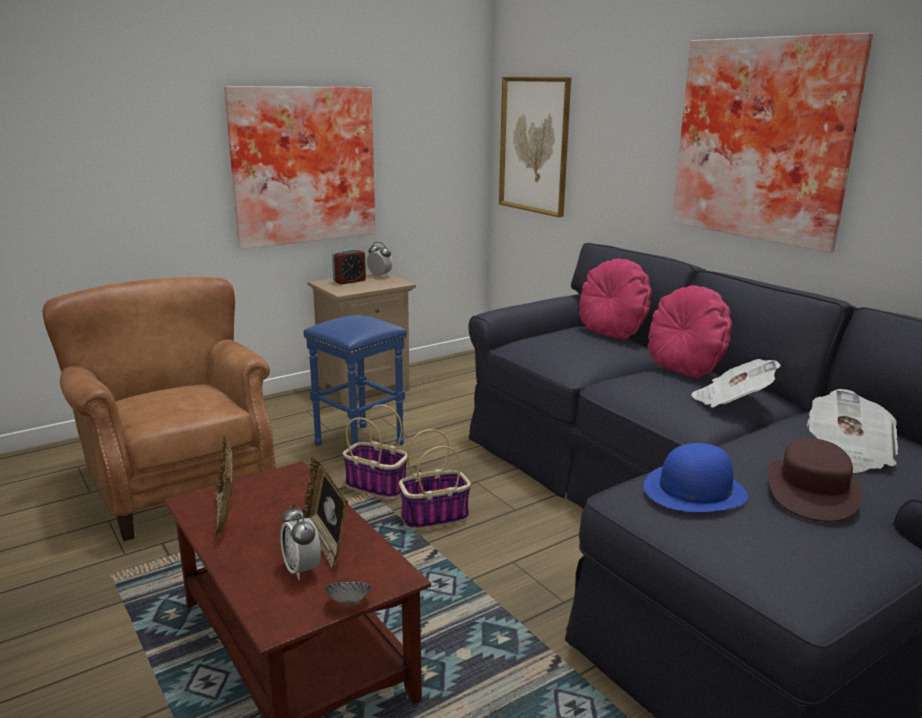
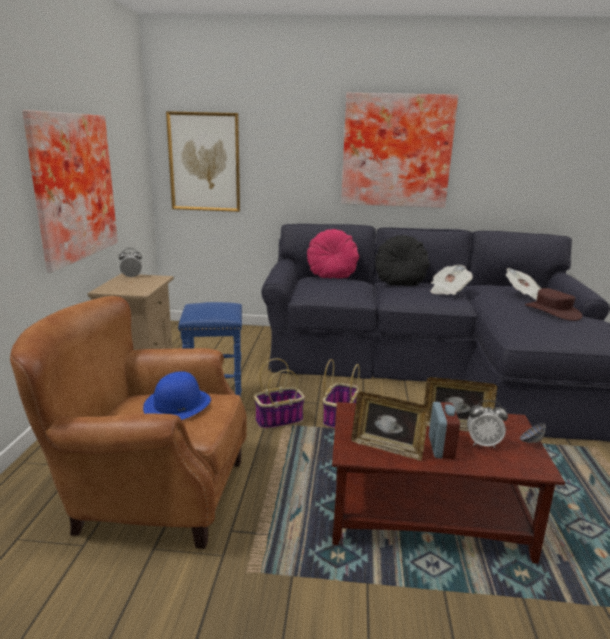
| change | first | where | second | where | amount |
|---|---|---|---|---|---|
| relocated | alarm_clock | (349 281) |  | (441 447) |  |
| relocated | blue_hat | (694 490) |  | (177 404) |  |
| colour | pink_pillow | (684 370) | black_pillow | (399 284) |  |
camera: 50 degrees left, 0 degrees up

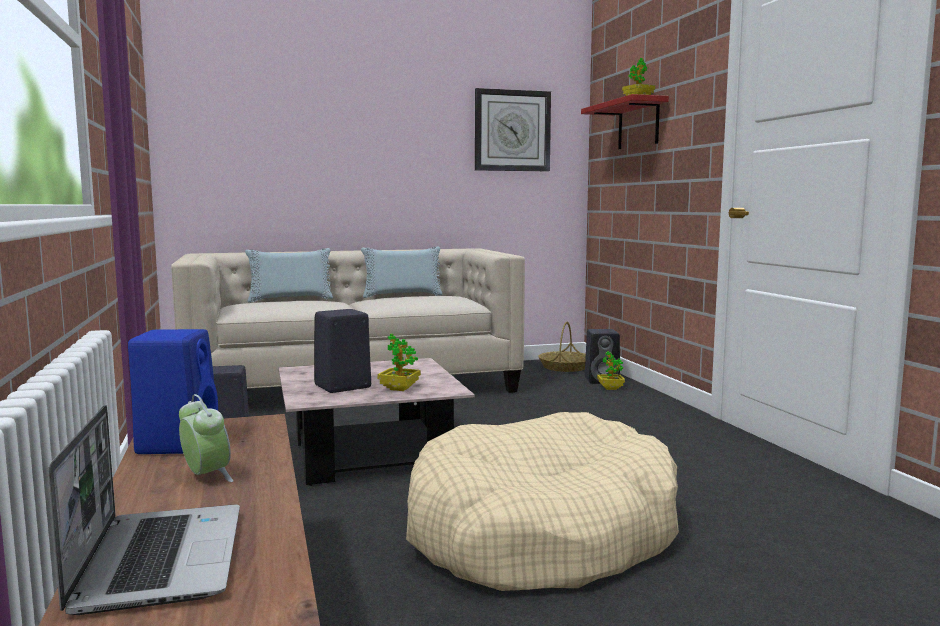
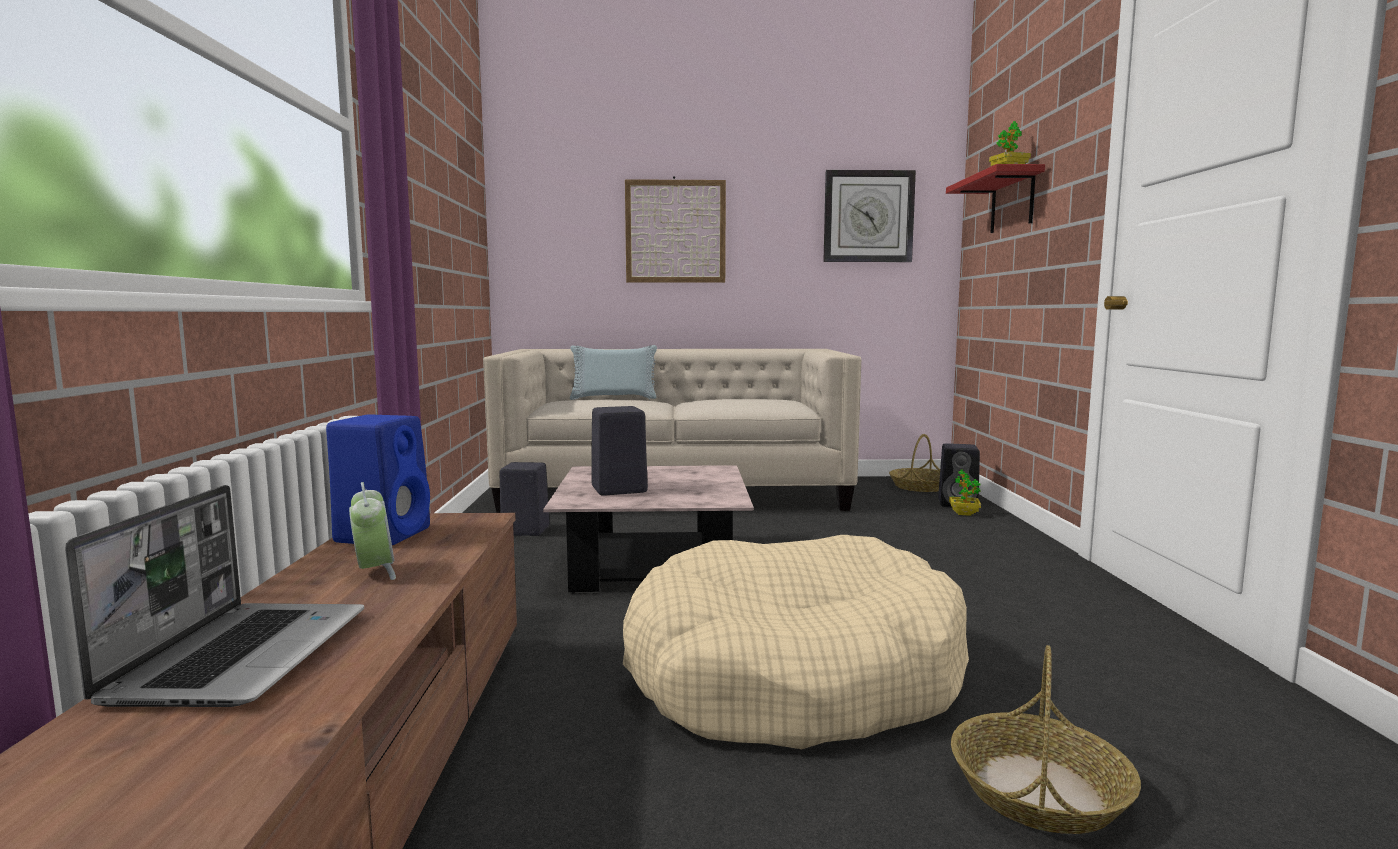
| change | first | where | second | where | amount |
|---|---|---|---|---|---|
| missing | blue_pillow | (402 296) |  |  |  |
| missing | potted_plant | (399 388) |  |  |  |
| appeared |  |  | picture | (675 230) |  |
| appeared |  |  | basket | (1039 791) |  |
camera: 15 degrees right, 0 degrees up

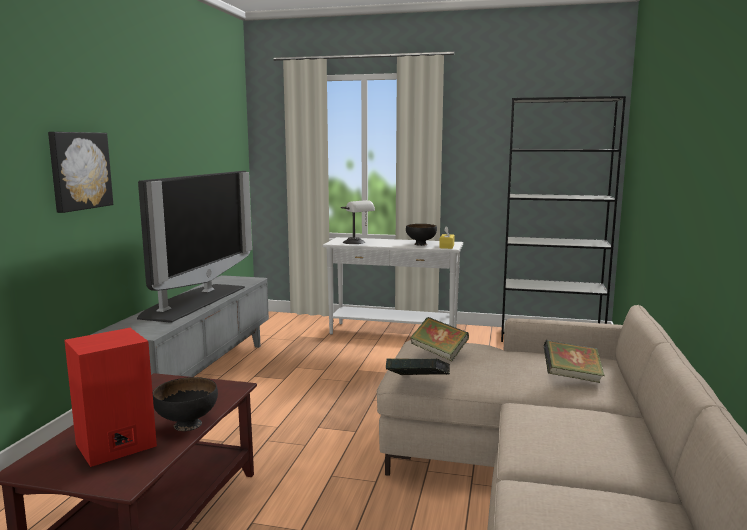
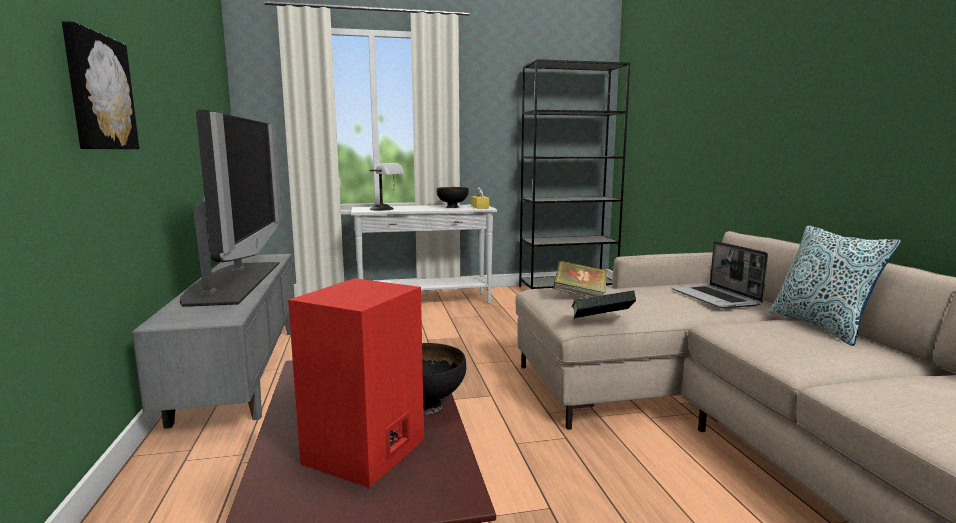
| change | first | where | second | where | amount |
|---|---|---|---|---|---|
| appeared |  |  | pillow | (820 326) |  |
| exchanged | book | (572 377) | laptop | (716 298) |  |
camera: 25 degrees left, 0 degrees up

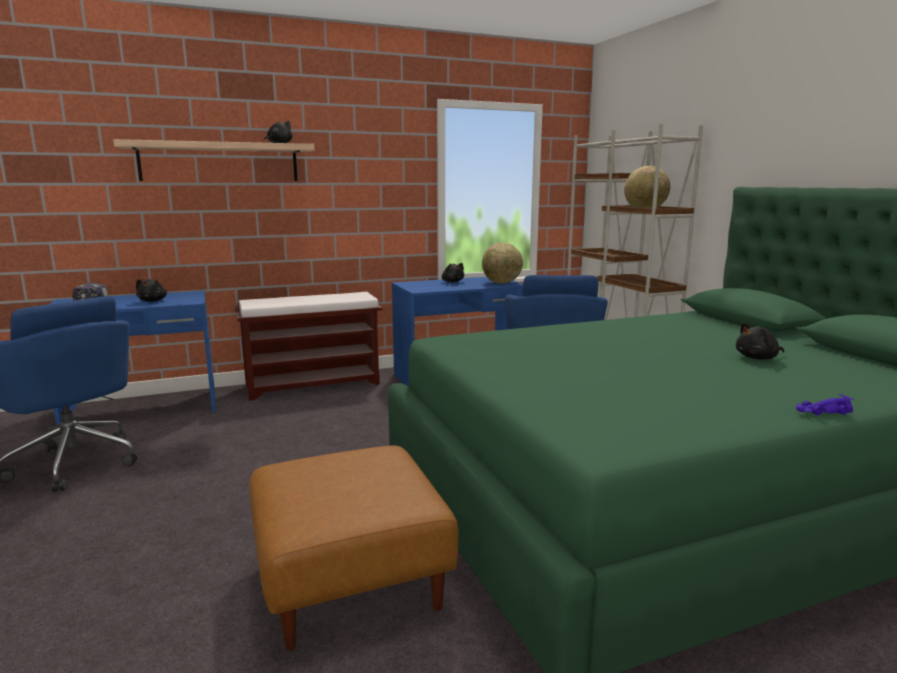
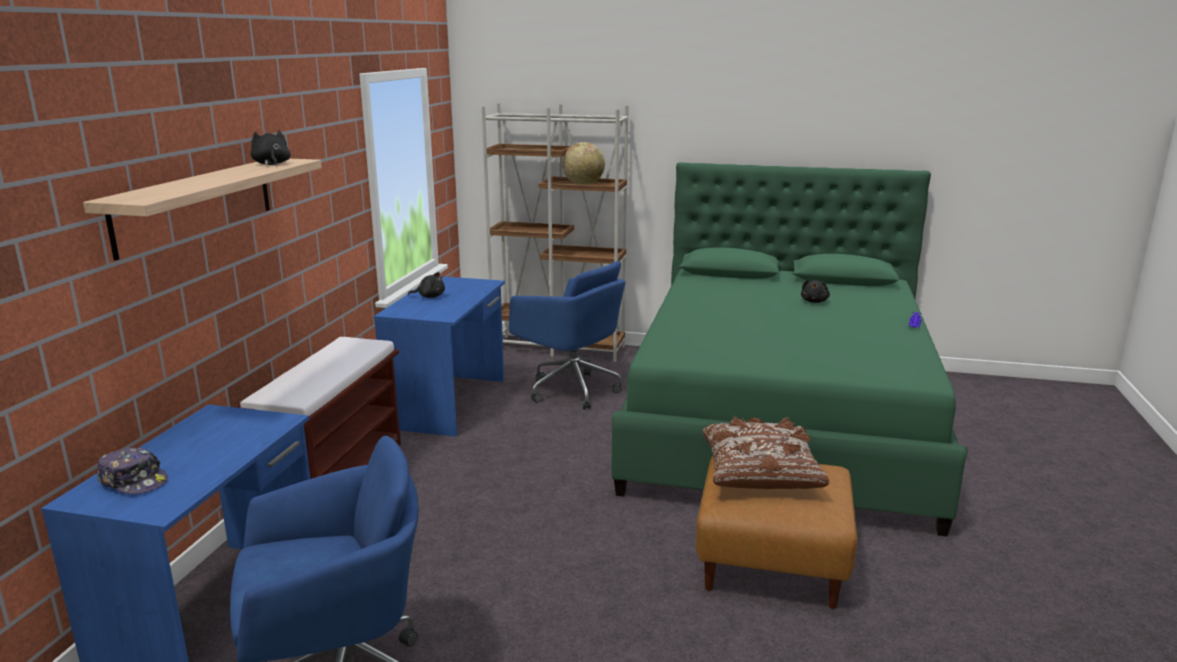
| change | first | where | second | where | amount |
|---|---|---|---|---|---|
| missing | black_plush_toy | (153 301) |  |  |  |
| missing | globe | (502 283) |  |  |  |
| appeared |  |  | brown_pillow | (760 476) |  |
camera: 55 degrees left, 5 degrees up

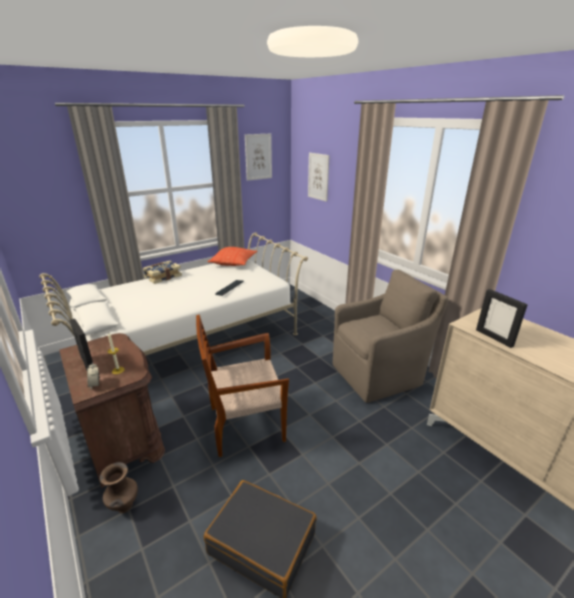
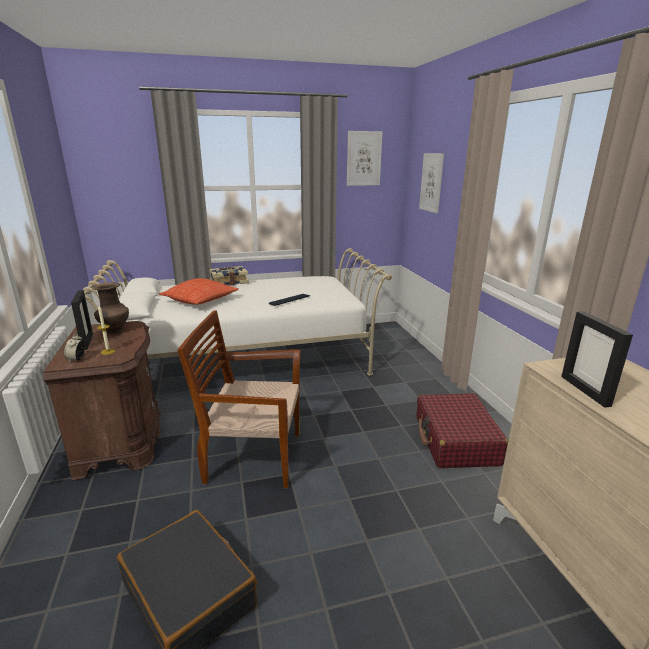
| change | first | where | second | where | amount |
|---|---|---|---|---|---|
| relocated | brown_vase | (124 506) |  | (115 331) |  |
| relocated | orange_pillow | (233 263) |  | (200 301) |  |
| exchanged | brown_armchair | (379 374) | red_suitcase | (455 441) |  |
camera: 20 degrees right, 5 degrees down

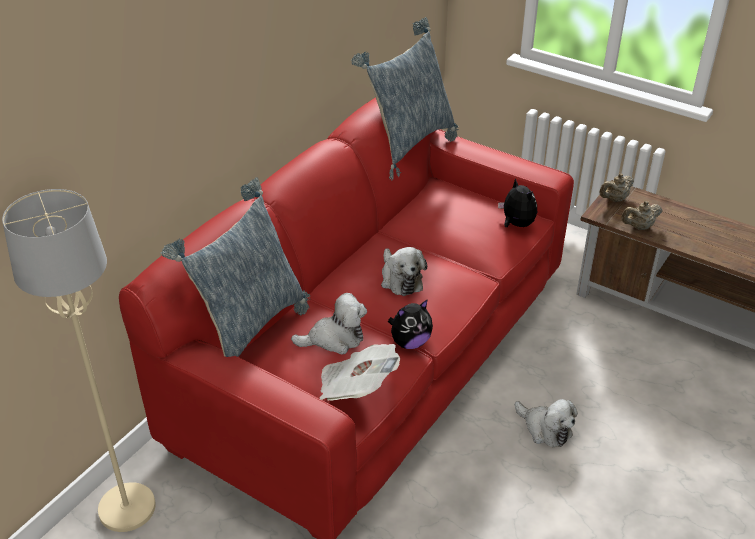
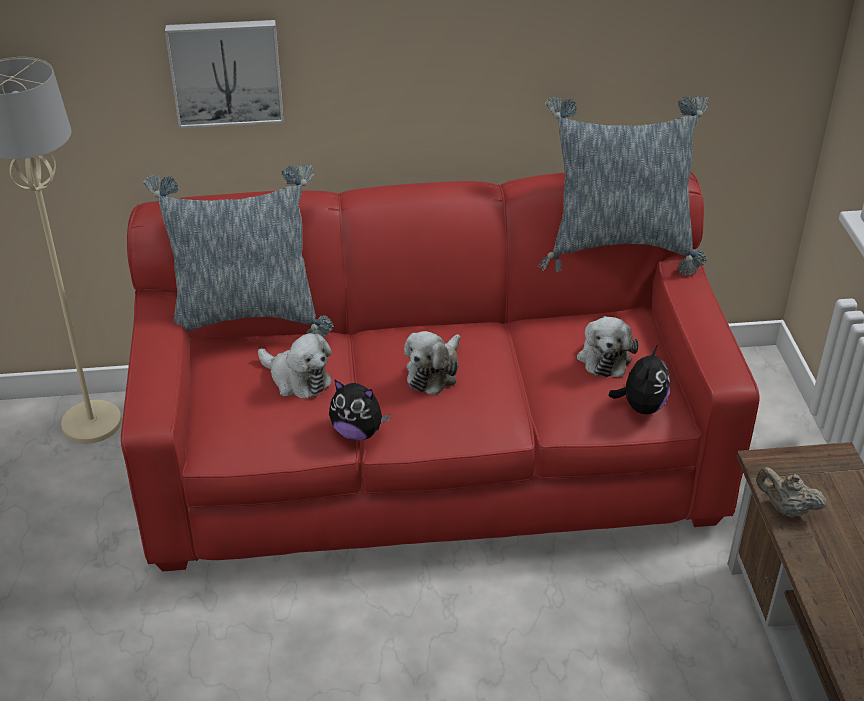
| change | first | where | second | where | amount |
|---|---|---|---|---|---|
| missing | newspaper | (356 387) |  |  |  |
| missing | beige_teapot | (614 199) |  |  |  |
| appeared |  |  | picture | (226 72) |  |
| relocated | plush_toy | (545 429) |  | (604 356) |  |
camera: 50 degrees right, 0 degrees up

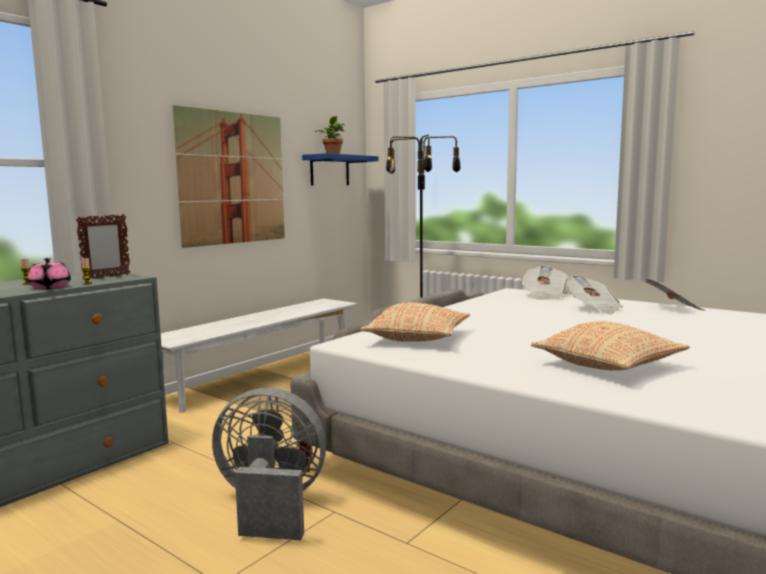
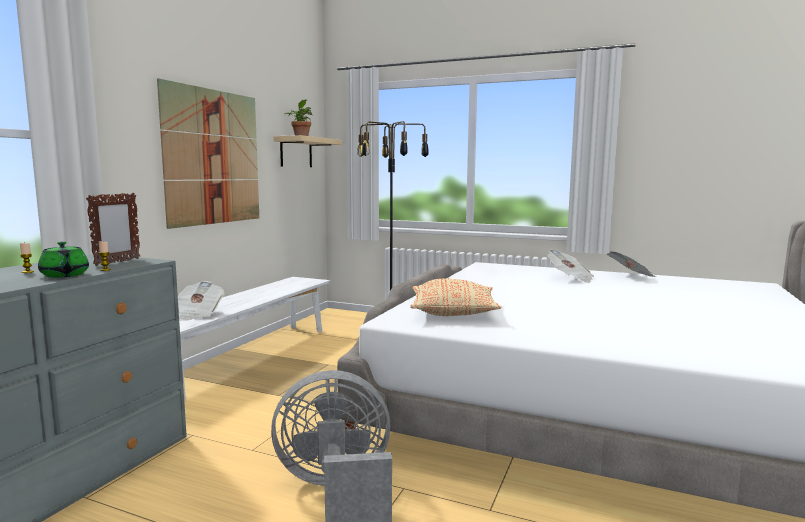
| change | first | where | second | where | amount |
|---|---|---|---|---|---|
| missing | beige_pillow | (607 365) |  |  |  |
| relocated | newspaper | (544 296) |  | (198 314) |  |
| colour | pink_teapot | (49 287) | green_teapot | (64 275) |  |
| colour | blue_shelf | (329 170) | beige_shelf | (296 152) |  |
camera: 15 degrees left, 0 degrees up

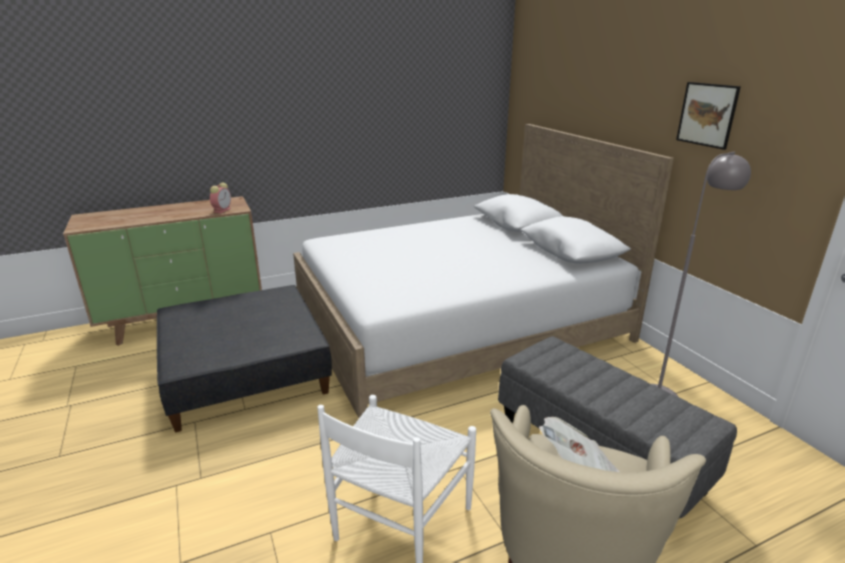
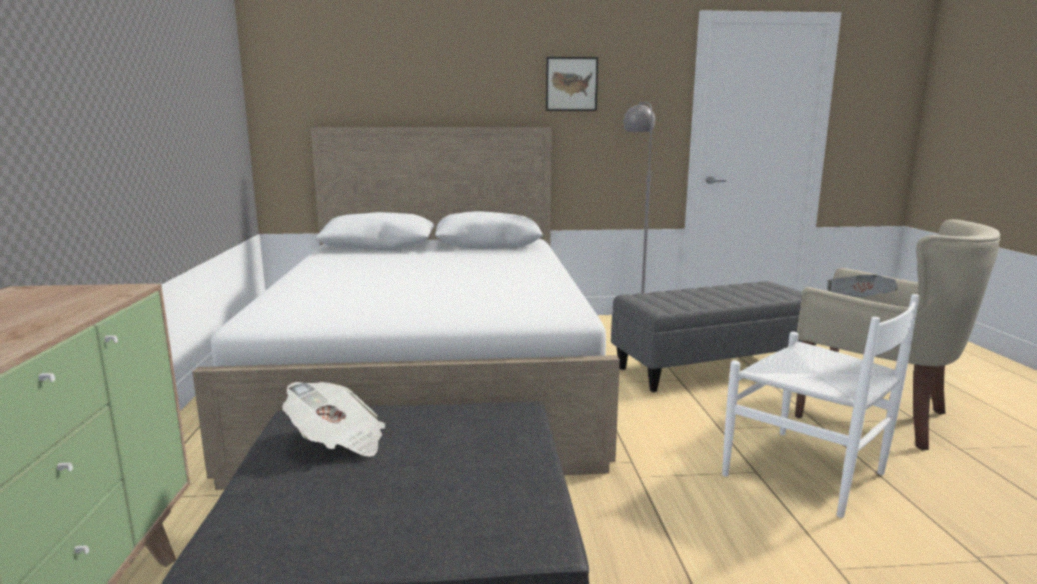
| change | first | where | second | where | amount |
|---|---|---|---|---|---|
| missing | alarm_clock | (222 210) |  |  |  |
| appeared |  |  | newspaper | (338 442) |  |
camera: 70 degrees left, 10 degrees down

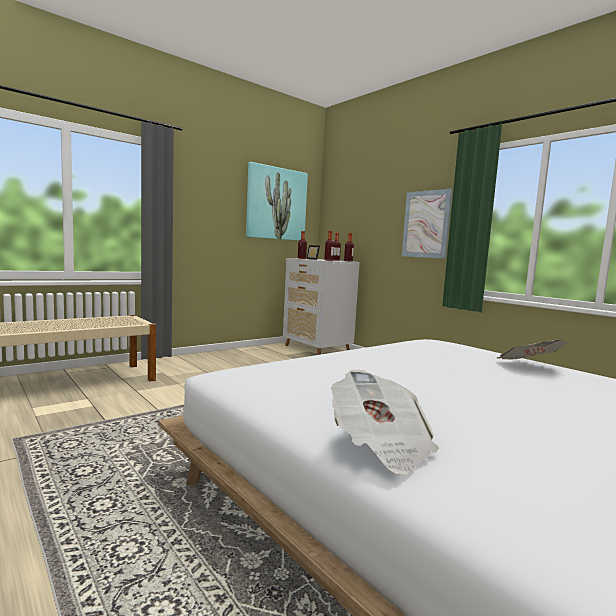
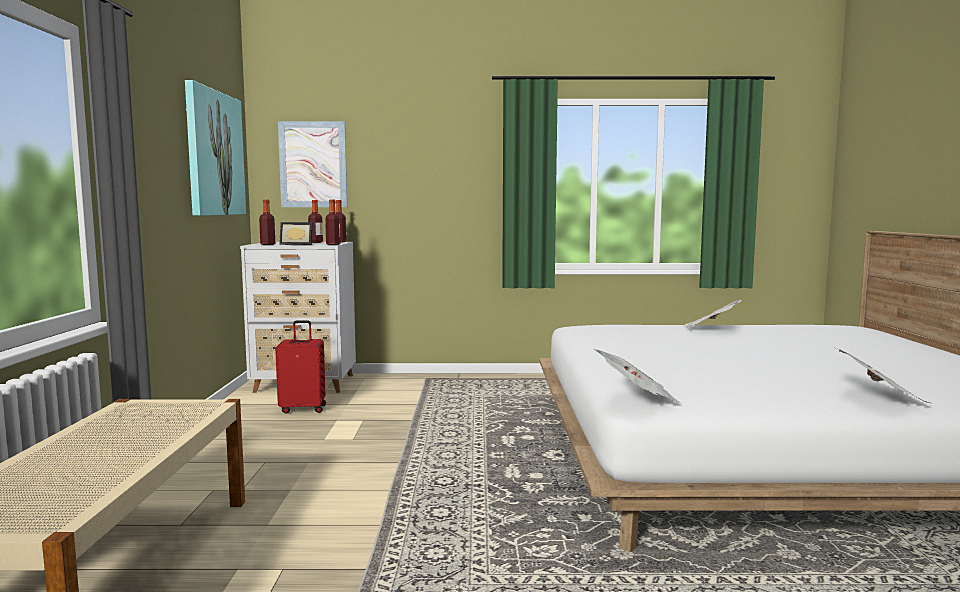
| change | first | where | second | where | amount |
|---|---|---|---|---|---|
| appeared |  |  | red_suitcase | (303 409) |  |
| appeared |  |  | newspaper | (636 397) |  |
| relocated | picture | (426 224) |  | (313 164) |  |
camera: 50 degrees left, 0 degrees up

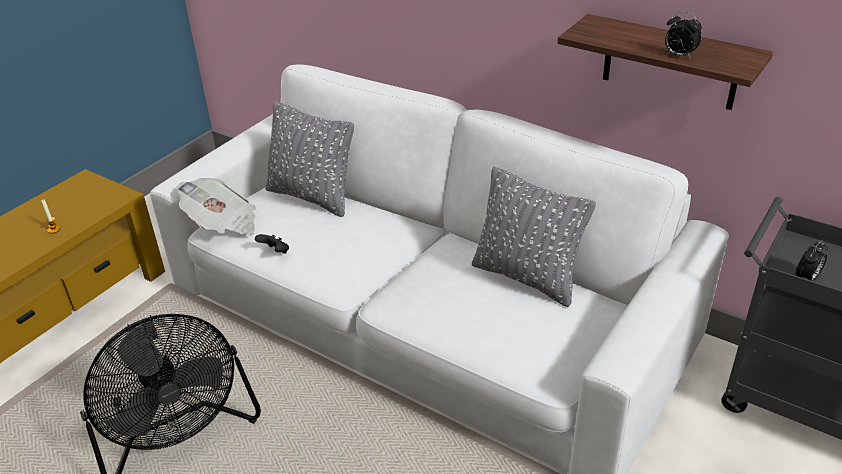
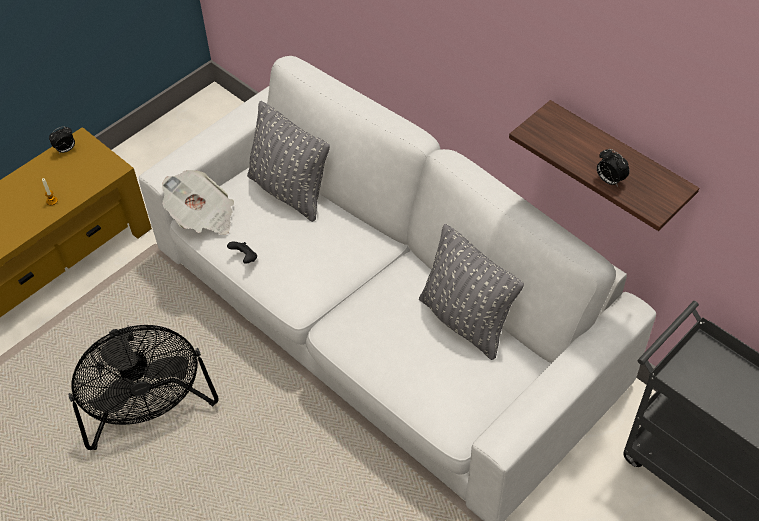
| change | first | where | second | where | amount |
|---|---|---|---|---|---|
| relocated | alarm_clock | (807 278) |  | (66 150) |  |
camera: 10 degrees right, 15 degrees up

